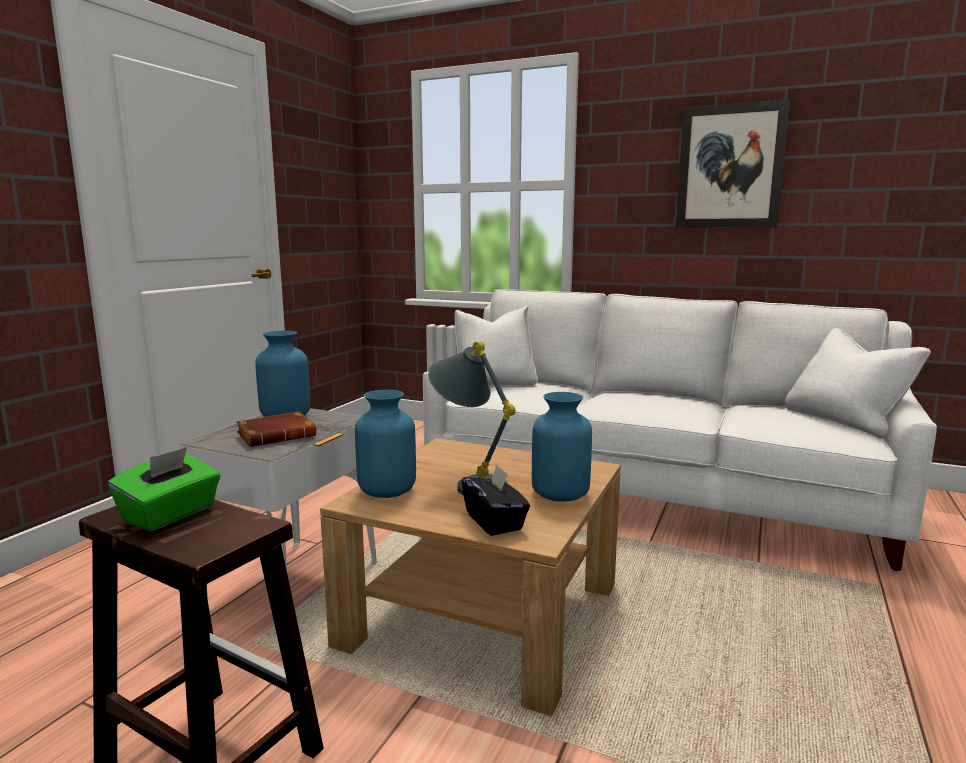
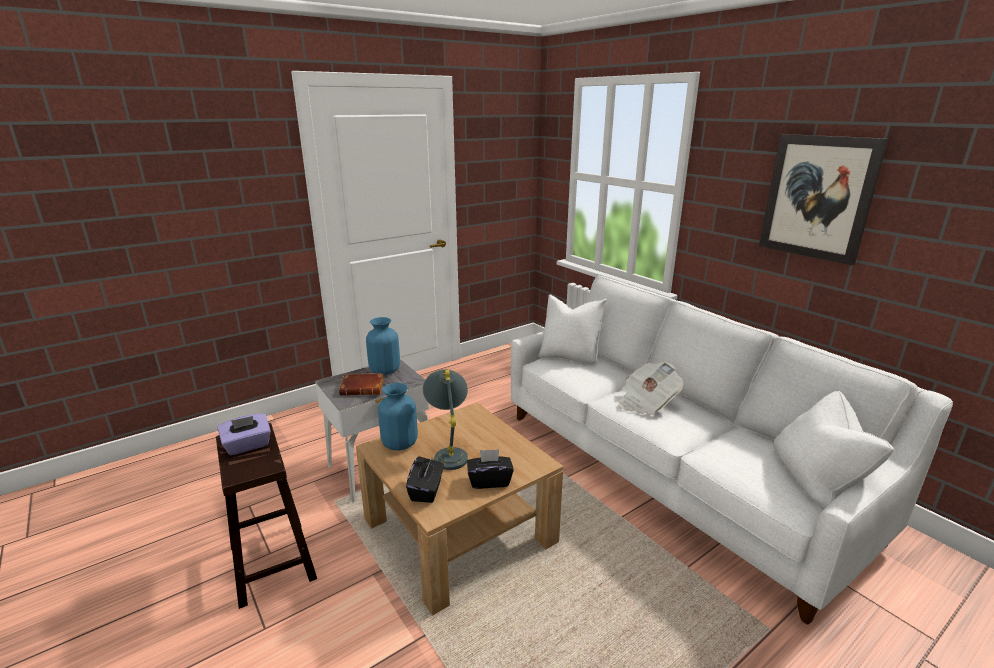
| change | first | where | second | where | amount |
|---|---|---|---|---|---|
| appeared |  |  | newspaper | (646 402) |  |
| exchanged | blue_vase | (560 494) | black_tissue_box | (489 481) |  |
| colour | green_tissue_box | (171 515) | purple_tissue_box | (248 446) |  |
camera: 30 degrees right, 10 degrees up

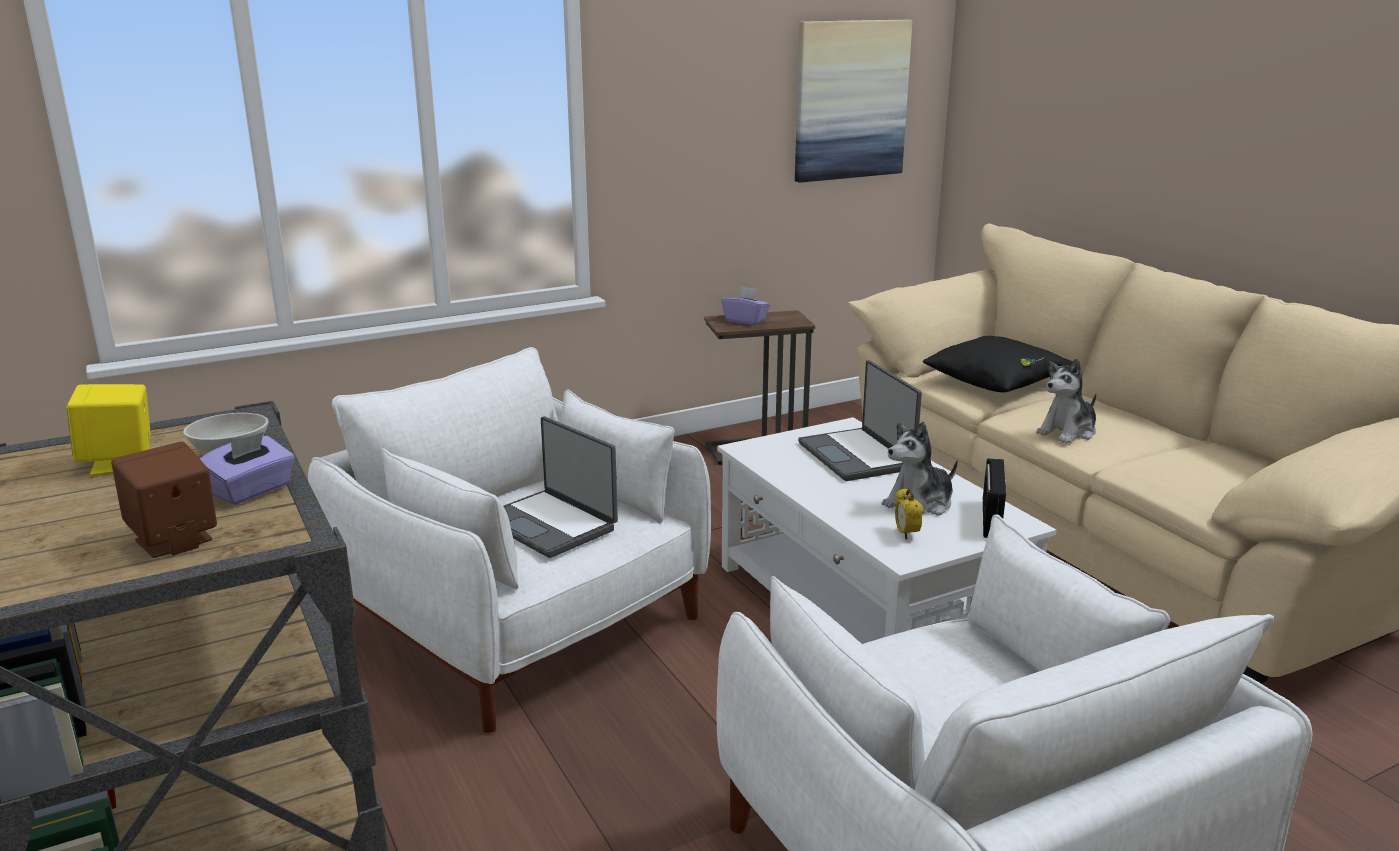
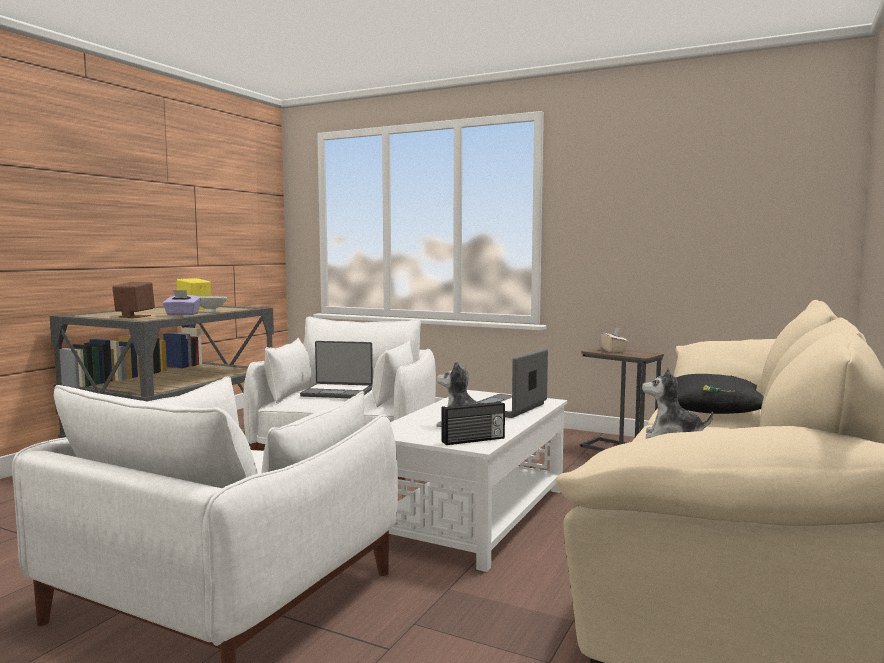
| change | first | where | second | where | amount |
|---|---|---|---|---|---|
| missing | picture | (850 100) |  |  |  |
| missing | alarm_clock | (906 534) |  |  |  |
| colour | purple_tissue_box | (745 320) | beige_tissue_box | (614 350) |  |
| spun | laptop | (551 524) |  | (338 392) | 90 degrees counterclockwise |
camera: 55 degrees right, 15 degrees down

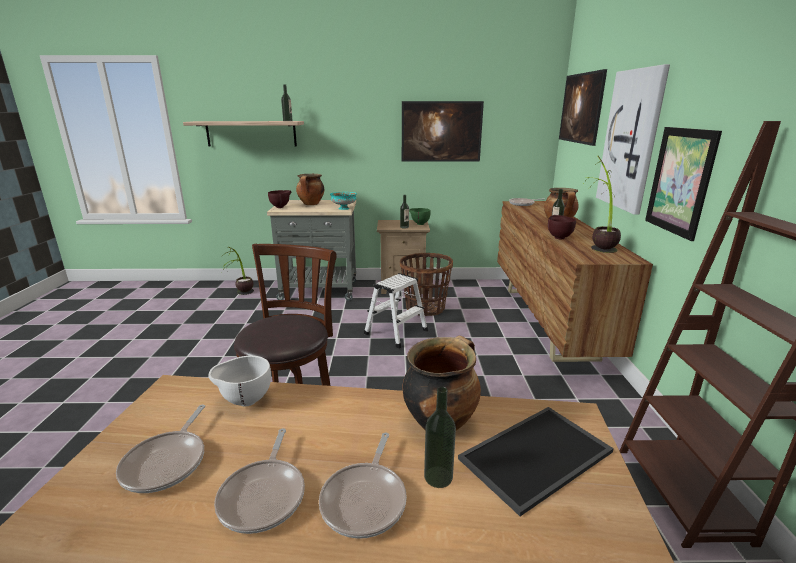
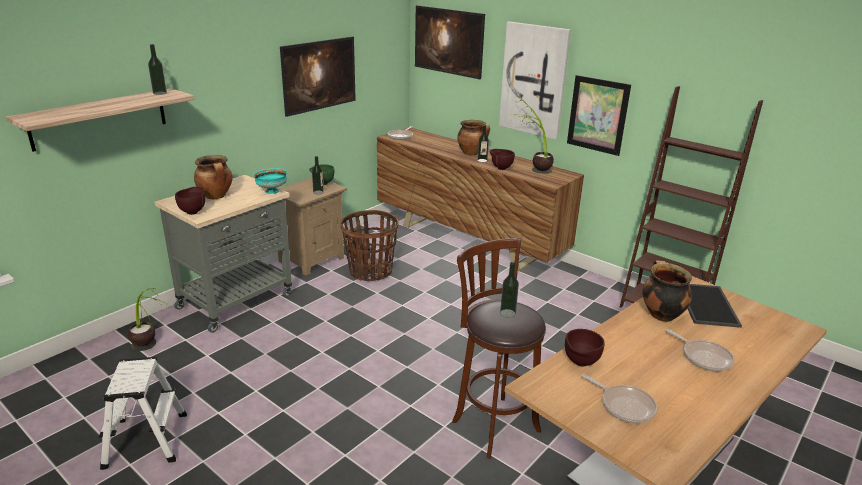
| change | first | where | second | where | amount |
|---|---|---|---|---|---|
| missing | frying_pan | (264 495) |  |  |  |
| relocated | white_step_ladder | (396 332) |  | (146 440) |  |
| relocated | bottle | (438 477) |  | (507 313) |  |
| colour | white_bowl | (244 401) | brown_bowl | (580 363) |  |
camera: 50 degrees left, 5 degrees up

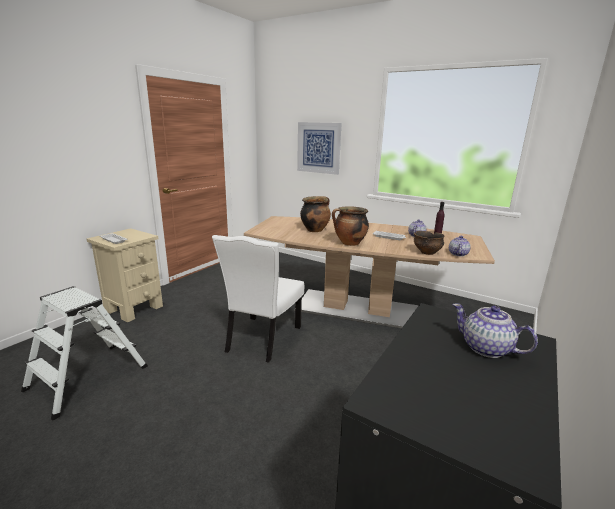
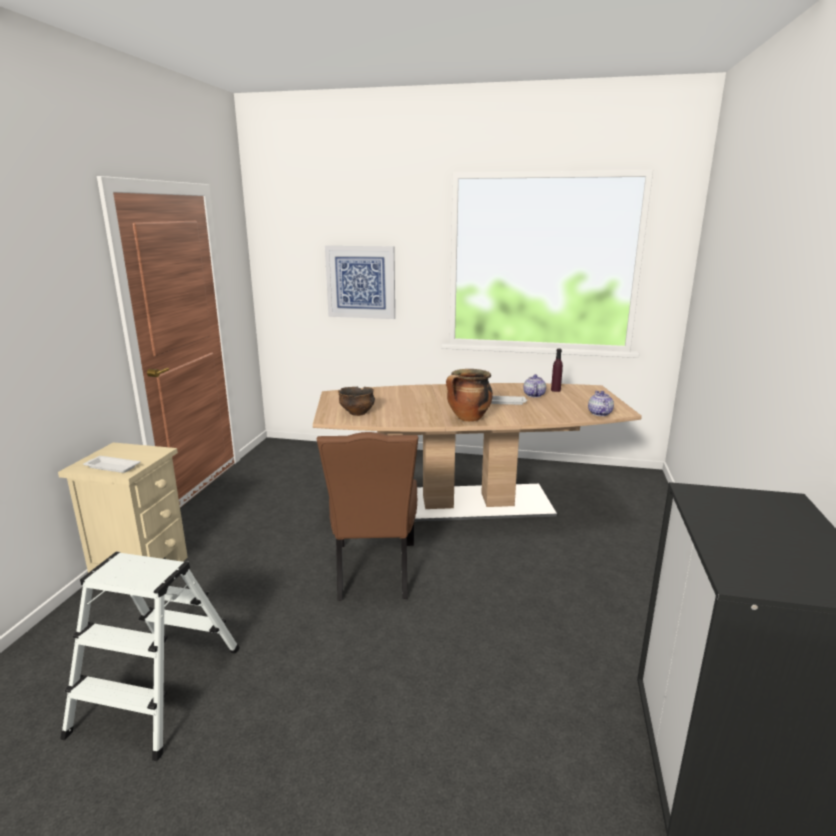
| change | first | where | second | where | amount |
|---|---|---|---|---|---|
| missing | cooking_pot | (315 230) |  |  |  |
| missing | teapot | (486 349) |  |  |  |
| relocated | bowl | (427 252) |  | (357 413) |  |
| colour | white_chair | (263 337) | brown_chair | (374 568) |  |
camera: 20 degrees left, 0 degrees up

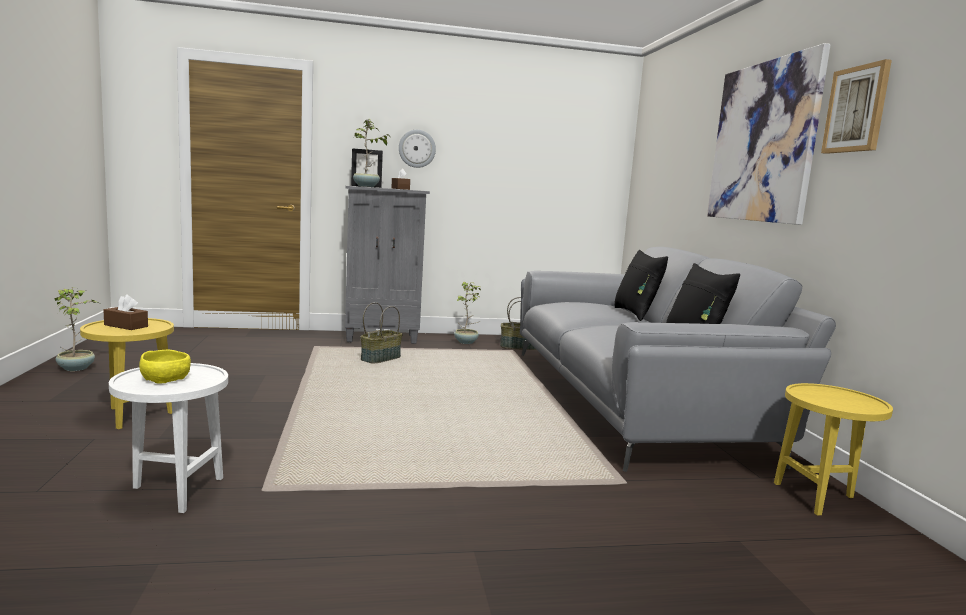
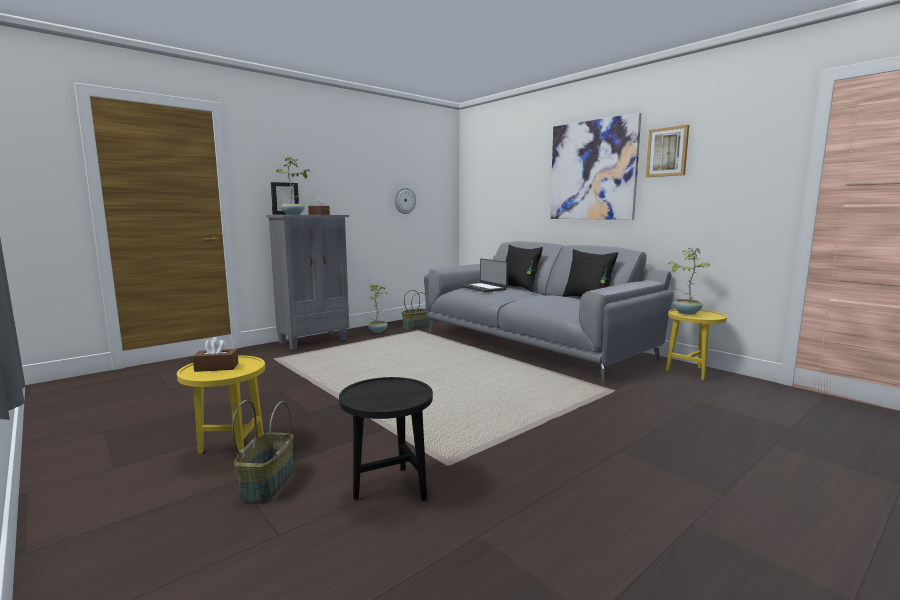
| change | first | where | second | where | amount |
|---|---|---|---|---|---|
| missing | yellow_bowl | (167 379) |  |  |  |
| appeared |  |  | laptop | (483 288) |  |
| relocated | potted_plant | (76 368) |  | (686 313) |  |
| relocated | basket | (380 358) |  | (267 483) |  |
| relocated | wall_clock | (417 148) |  | (404 200) |  |
| colour | white_side_table | (173 491) | black_side_table | (388 490) |  |
camera: 30 degrees left, 0 degrees up

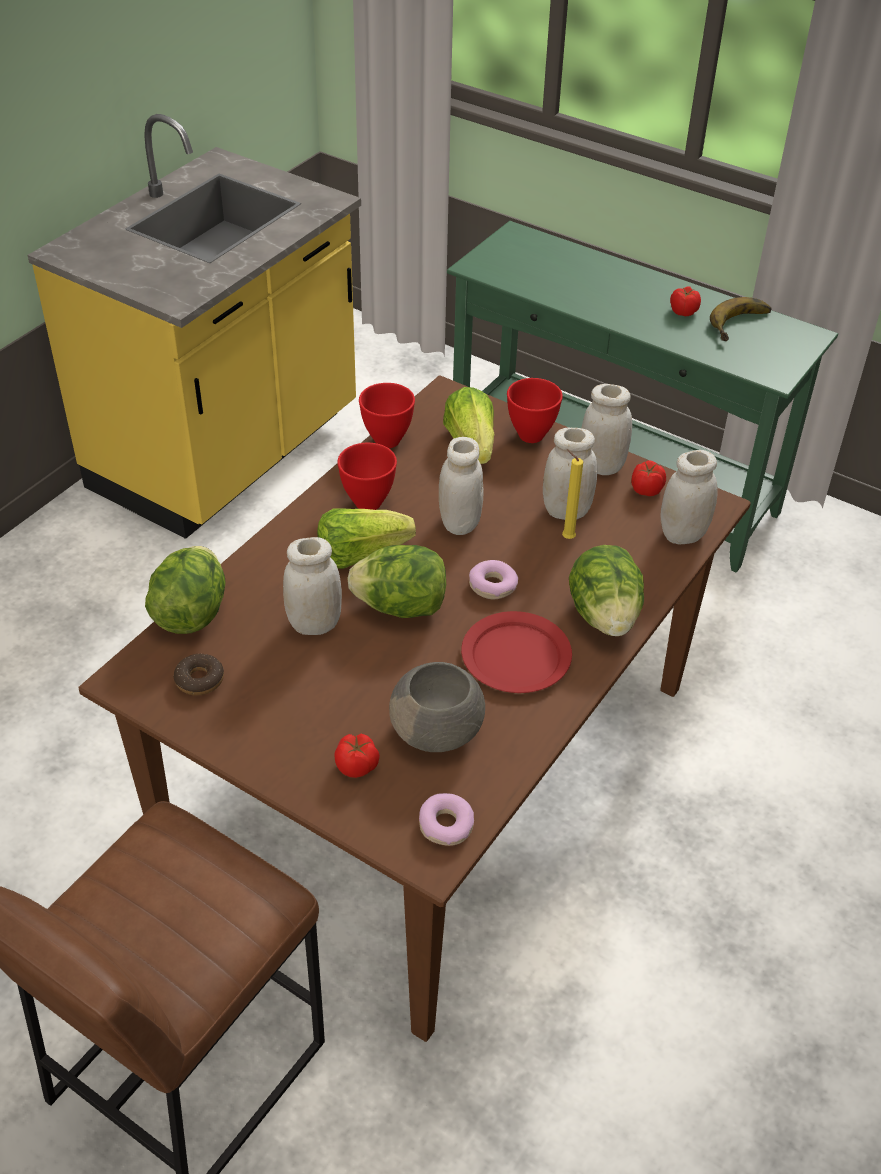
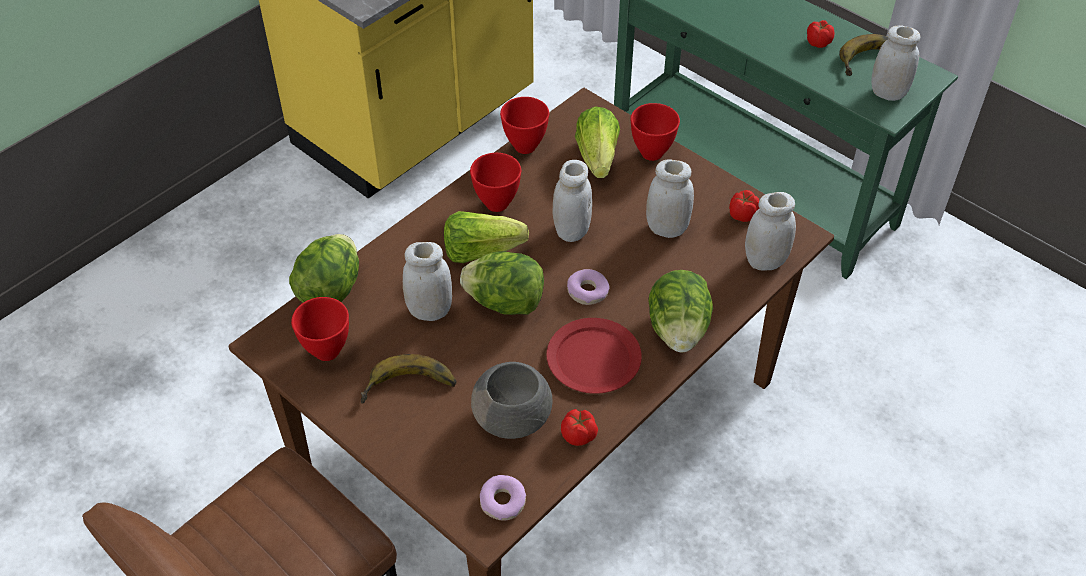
| change | first | where | second | where | amount |
|---|---|---|---|---|---|
| missing | yellow_candle | (566 537) |  |  |  |
| appeared |  |  | banana | (409 390) |  |
| relocated | tomato | (357 766) |  | (579 435) |  |
| relocated | white_jar | (601 466) |  | (888 93) |  |
| exchanged | donut | (199 680) | red_bowl | (326 350) |  |
camera: 10 degrees right, 5 degrees up

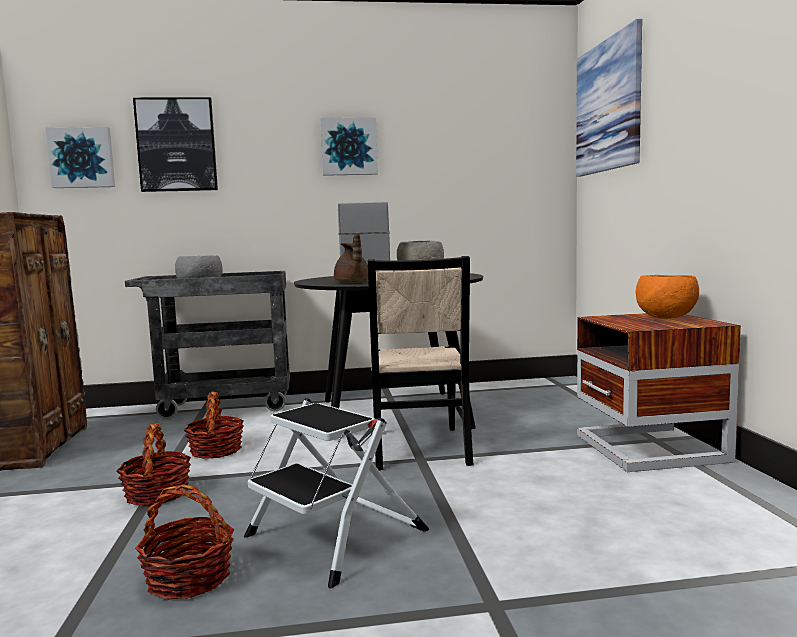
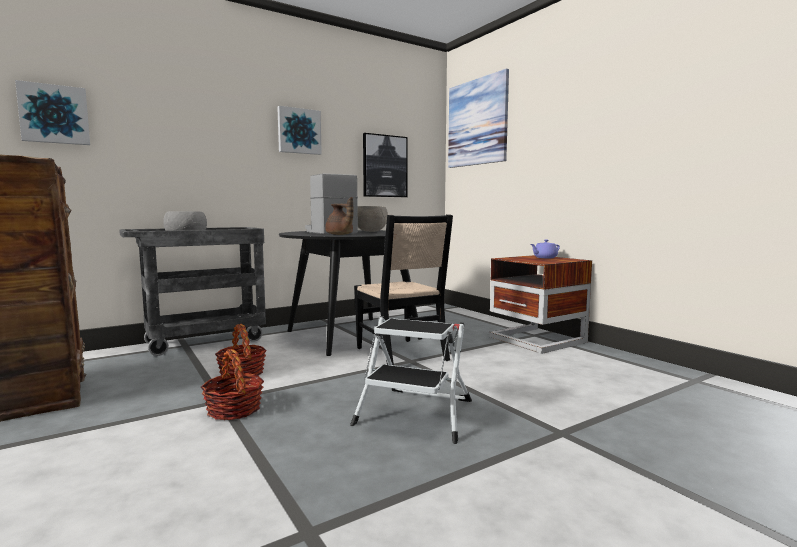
| change | first | where | second | where | amount |
|---|---|---|---|---|---|
| missing | basket | (189 578) |  |  |  |
| relocated | picture | (177 145) |  | (384 166) |  |
| exchanged | orange_bowl | (667 318) | purple_teapot | (544 258) |  |
camera: 25 degrees left, 0 degrees up

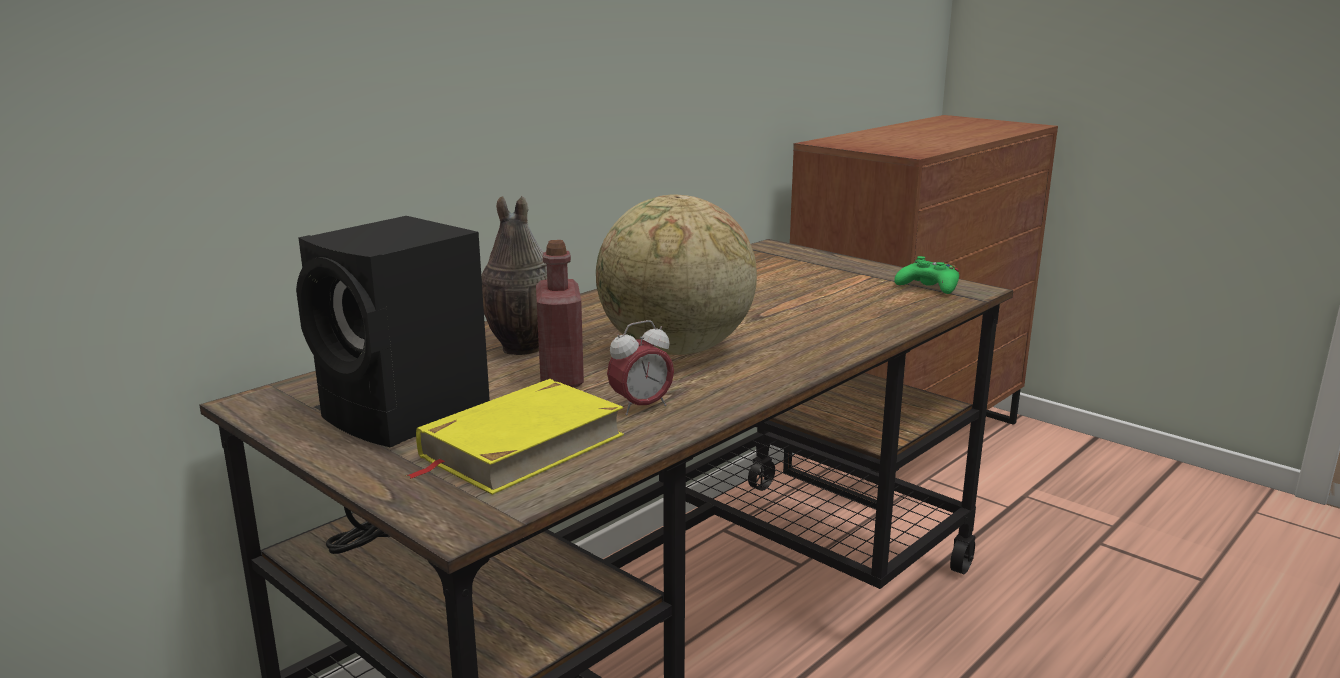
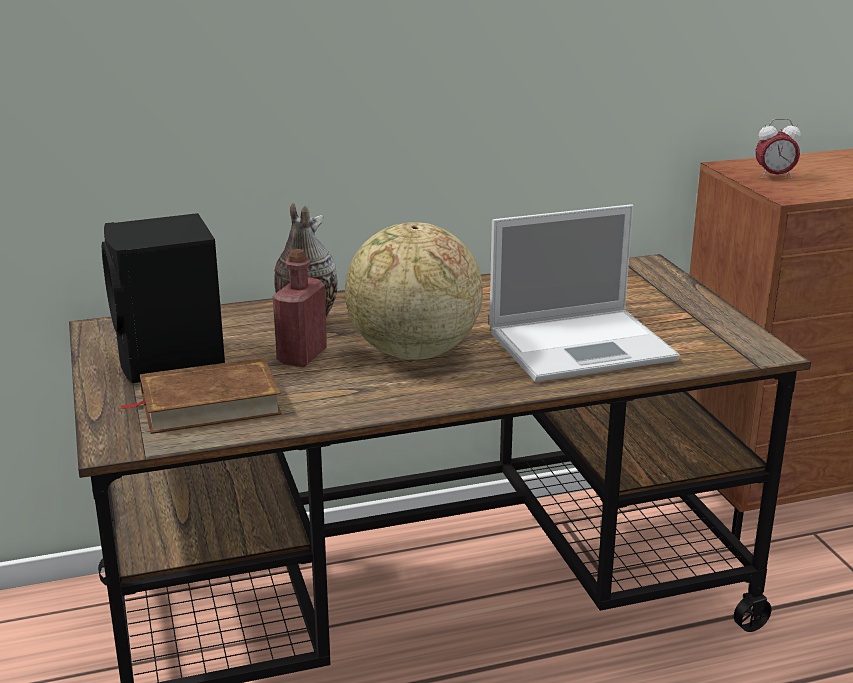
| change | first | where | second | where | amount |
|---|---|---|---|---|---|
| missing | green_game_controller | (929 287) |  |  |  |
| appeared |  |  | laptop | (584 345) |  |
| relocated | alarm_clock | (641 407) |  | (774 176) |  |
| colour | yellow_book | (521 445) | brown_book | (209 404) |  |
camera: 30 degrees right, 5 degrees up

